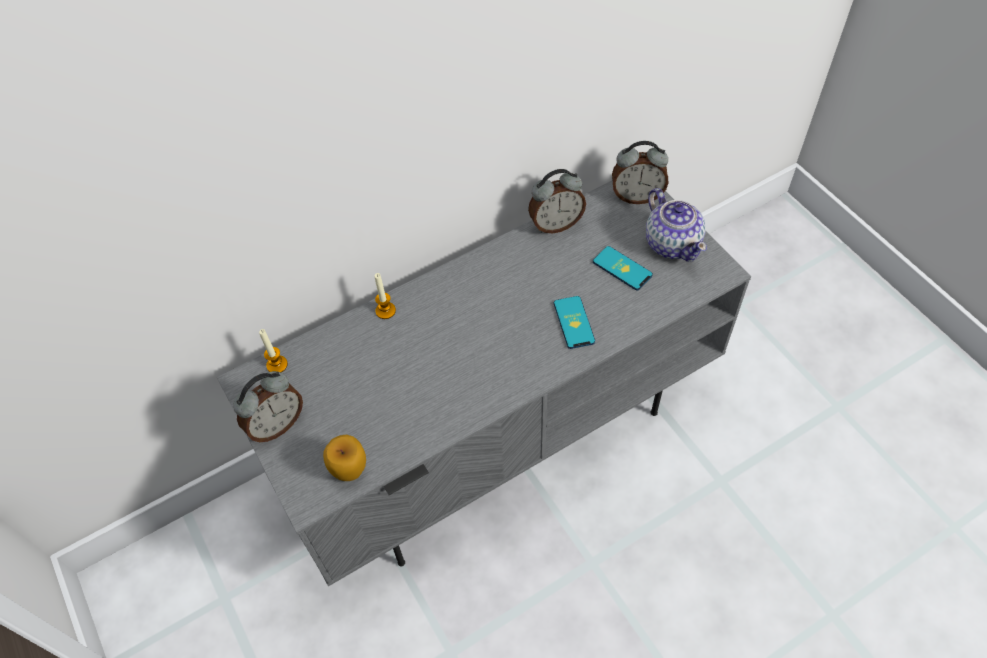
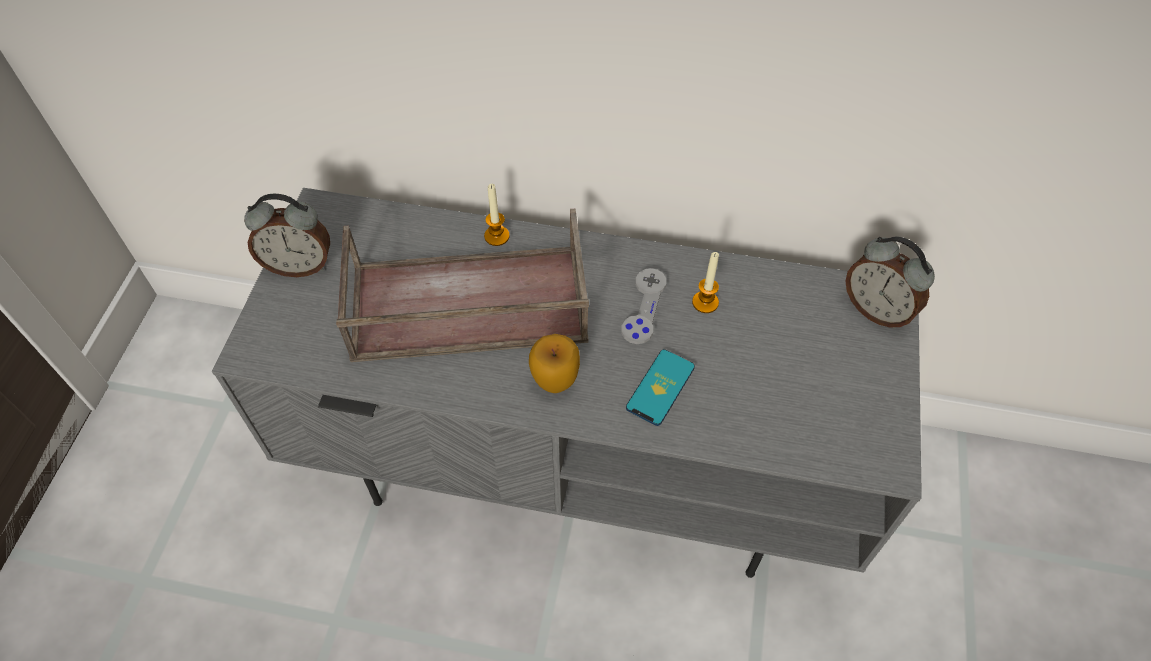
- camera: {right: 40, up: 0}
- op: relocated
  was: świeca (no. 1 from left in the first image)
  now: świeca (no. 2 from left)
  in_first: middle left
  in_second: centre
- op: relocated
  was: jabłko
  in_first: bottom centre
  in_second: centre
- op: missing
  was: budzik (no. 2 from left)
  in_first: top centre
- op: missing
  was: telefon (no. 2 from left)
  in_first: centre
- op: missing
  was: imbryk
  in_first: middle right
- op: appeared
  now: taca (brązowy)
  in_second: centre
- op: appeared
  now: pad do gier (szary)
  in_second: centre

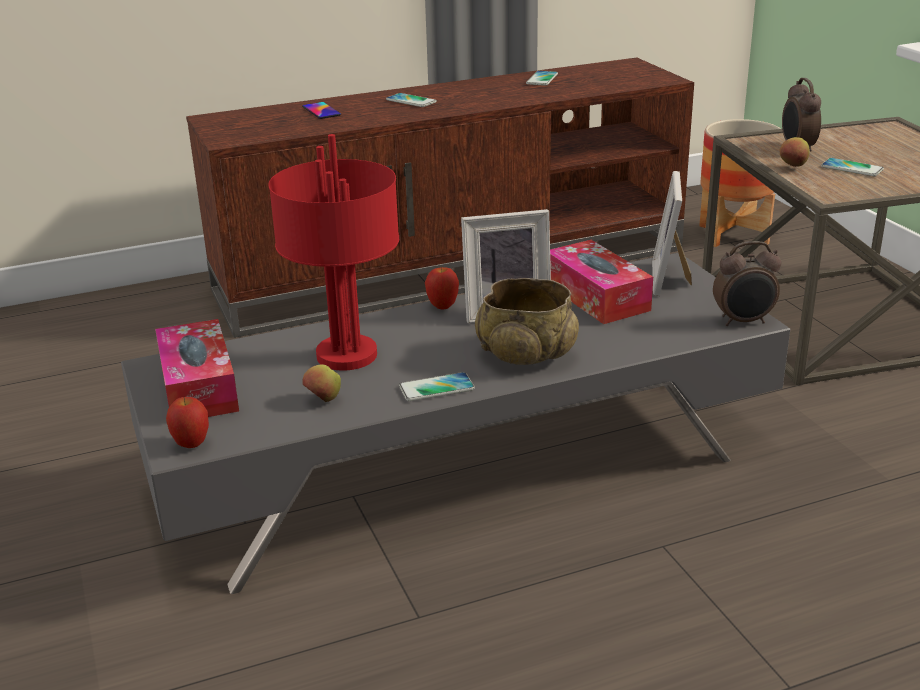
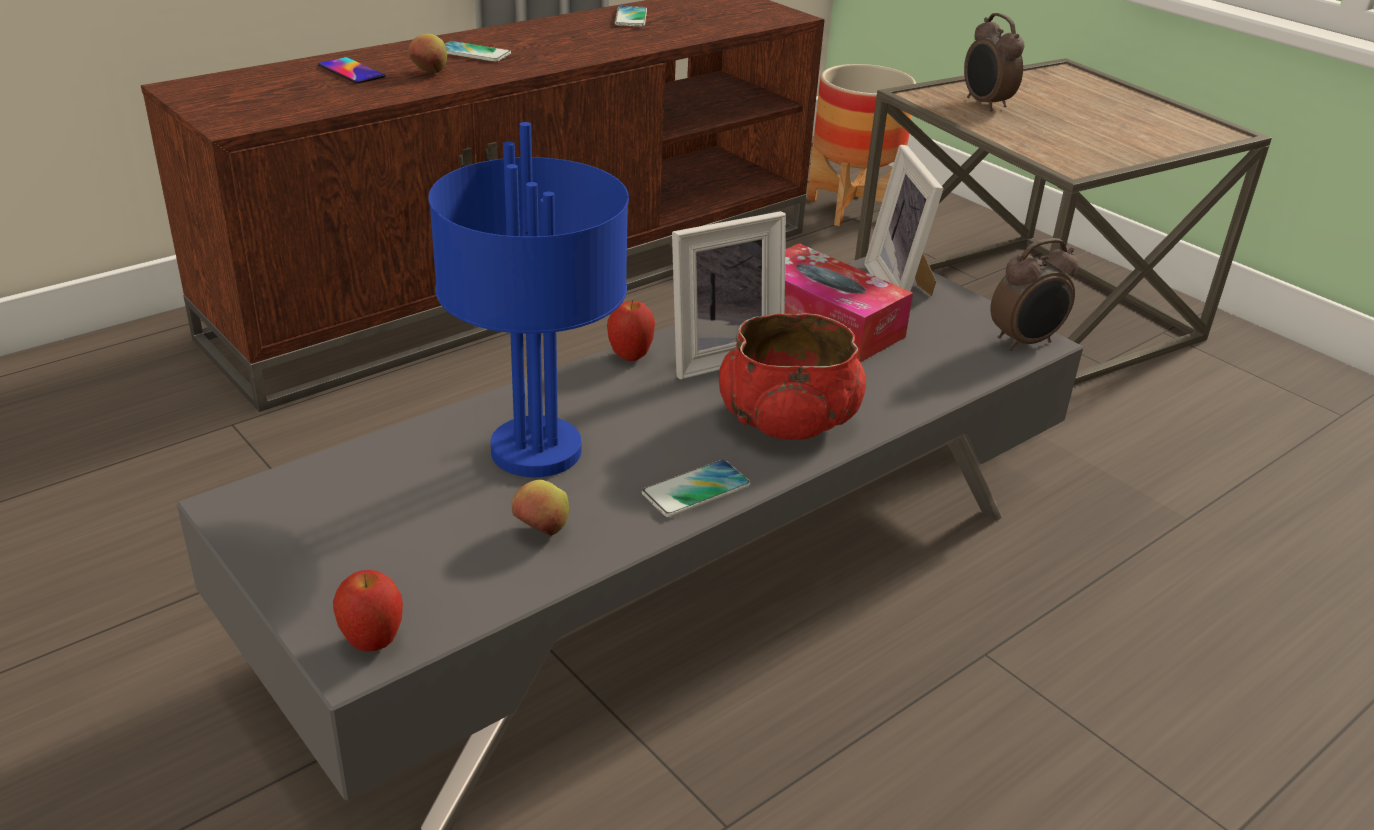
- camera: {right: -20, up: 5}
- op: missing
  was: pudełko chusteczek (no. 1 from left)
  in_first: middle left
- op: colour
  was: lampa stołowa (czerwony)
  now: lampa stołowa (niebieski)
  in_first: centre
  in_second: centre
- op: colour
  was: miska (beżowy)
  now: miska (czerwony)
  in_first: centre
  in_second: centre
- op: relocated
  was: jabłko (no. 4 from left in the first image)
  now: jabłko (no. 2 from left)
  in_first: top right
  in_second: top left
- op: missing
  was: telefon (no. 5 from left)
  in_first: top right

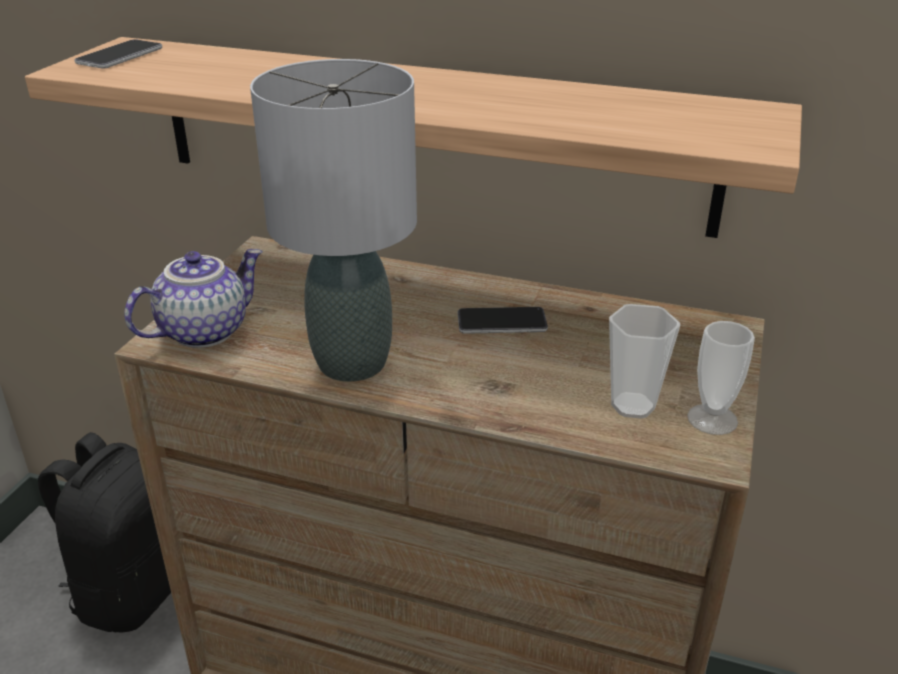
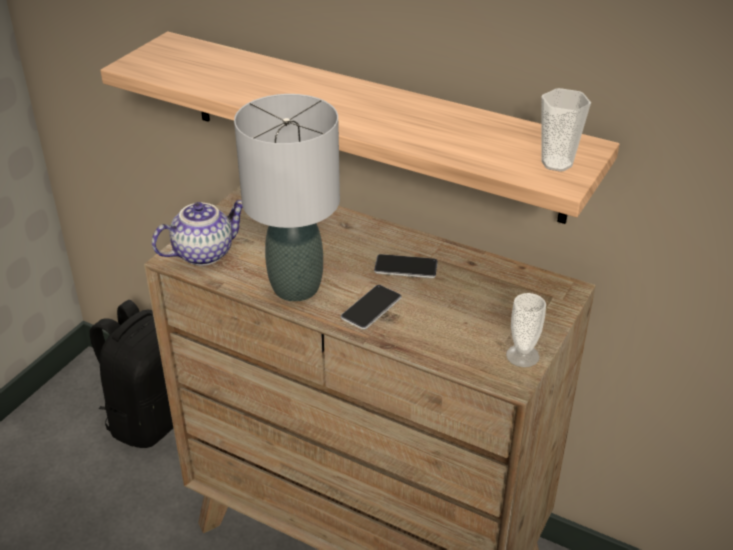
- camera: {right: 10, up: 5}
- op: relocated
  was: telefon (no. 1 from left)
  in_first: top left
  in_second: centre
- op: relocated
  was: filiżanka (no. 1 from left in the first image)
  now: filiżanka (no. 2 from left)
  in_first: middle right
  in_second: top right

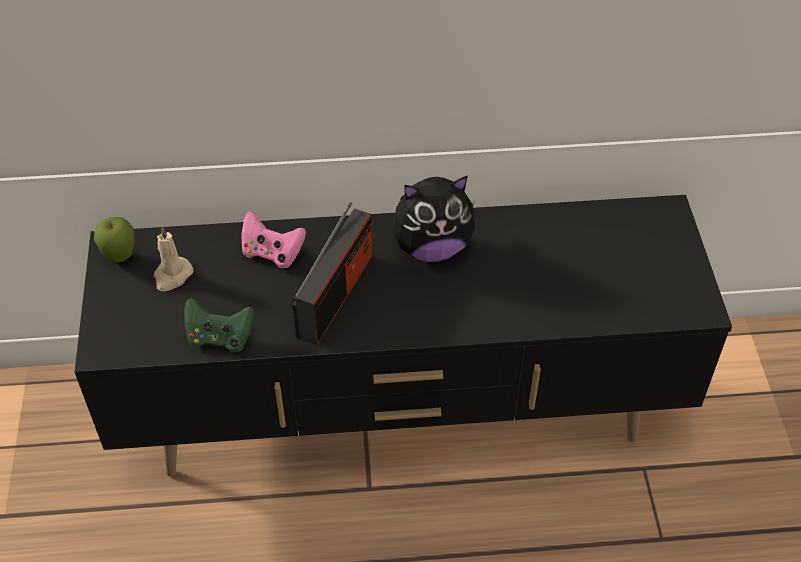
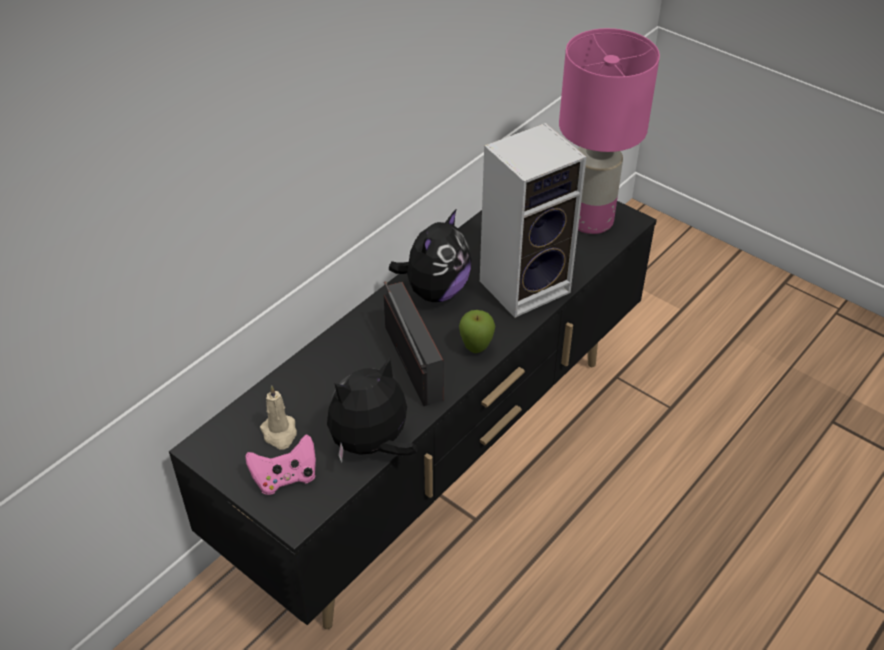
- camera: {right: -45, up: -5}
- op: relocated
  was: jabłko
  in_first: middle left
  in_second: centre
- op: exchanged
  was: pad do gier (zielony)
  now: pluszak (no. 1 from left)
  in_first: middle left
  in_second: centre
- op: relocated
  was: pad do gier (różowy)
  in_first: centre
  in_second: bottom left
- op: appeared
  now: głośnik
  in_second: centre
- op: appeared
  now: lampa stołowa (różowy)
  in_second: top right

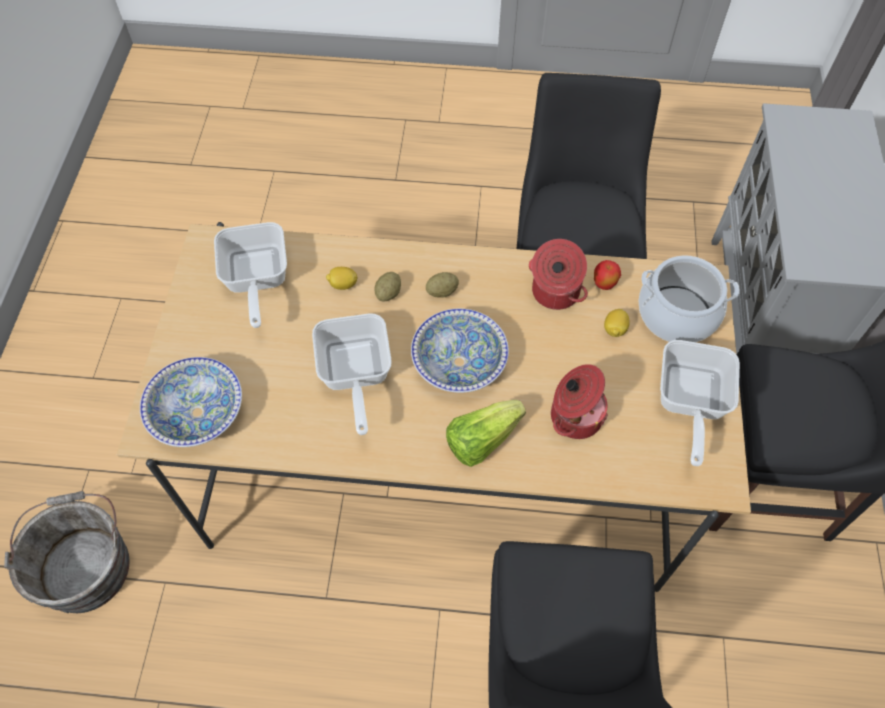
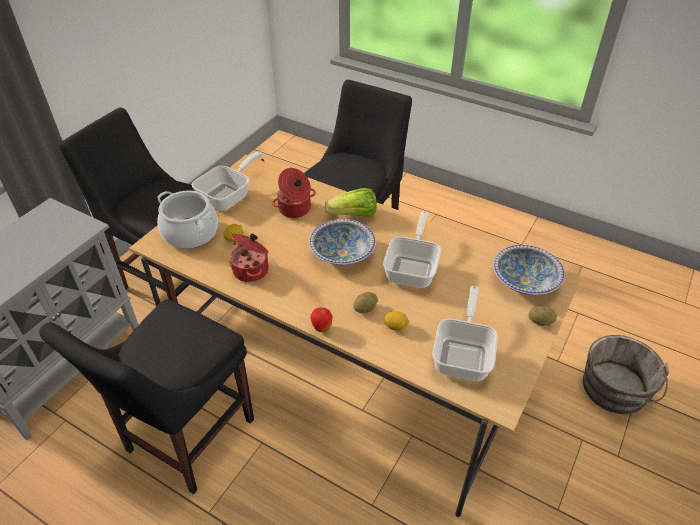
- camera: {right: -155, up: -15}
- op: relocated
  was: ziemniak (no. 2 from left)
  in_first: centre
  in_second: middle right
- op: relocated
  was: jabłko
  in_first: middle right
  in_second: centre

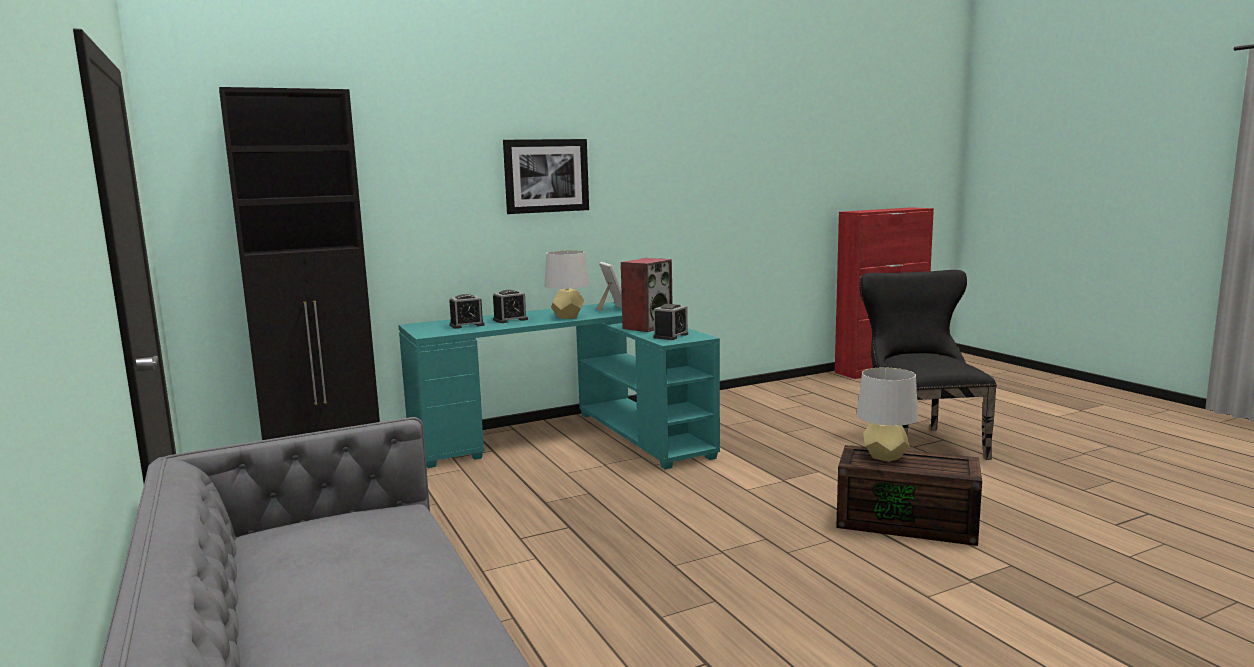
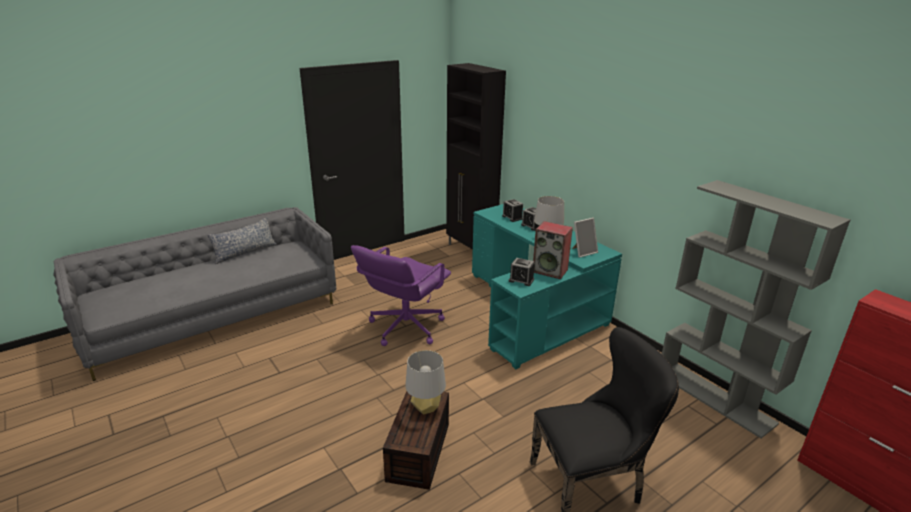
- camera: {right: 80, up: 15}
- op: missing
  was: obraz
  in_first: top centre
- op: appeared
  now: poduszka
  in_second: middle left
- op: appeared
  now: krzesło biurowe (fioletowy)
  in_second: centre
- op: appeared
  now: regał (szary)
  in_second: middle right

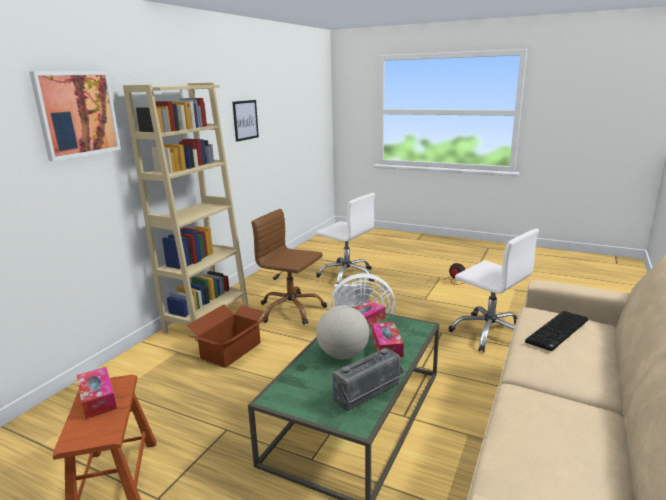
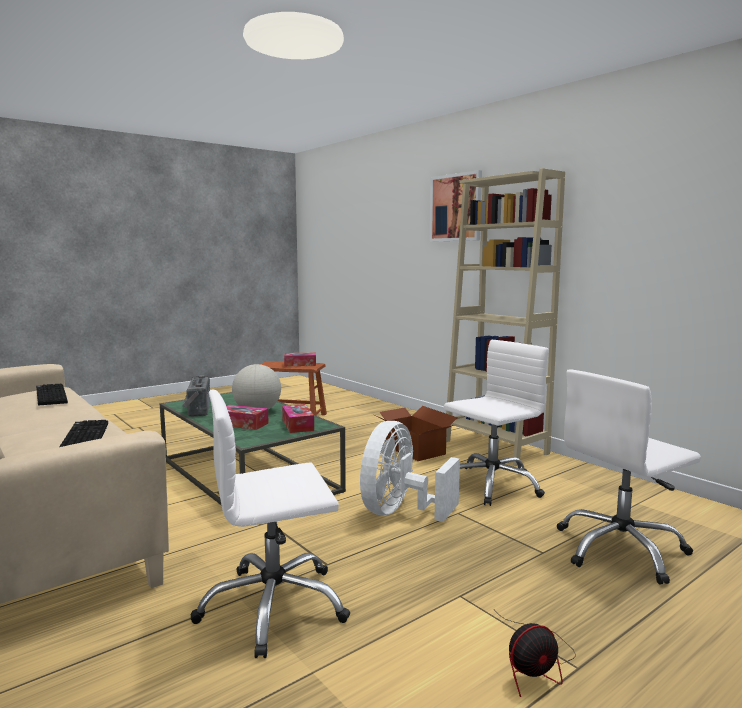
- camera: {right: 115, up: -10}
- op: missing
  was: obraz (no. 2 from left)
  in_first: top centre
- op: colour
  was: krzesło biurowe (brązowy)
  now: krzesło biurowe (biały) (no. 2 from left)
  in_first: centre
  in_second: middle right
- op: appeared
  now: klawiatura (no. 1 from left)
  in_second: middle left

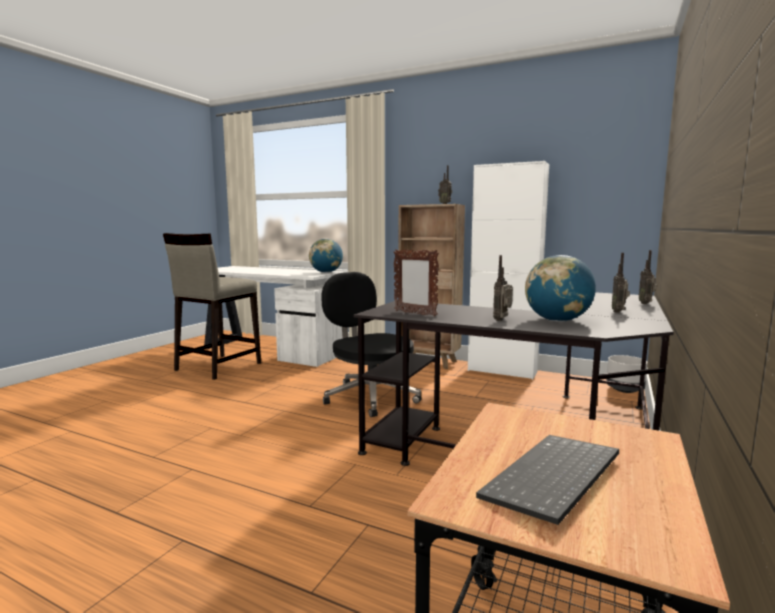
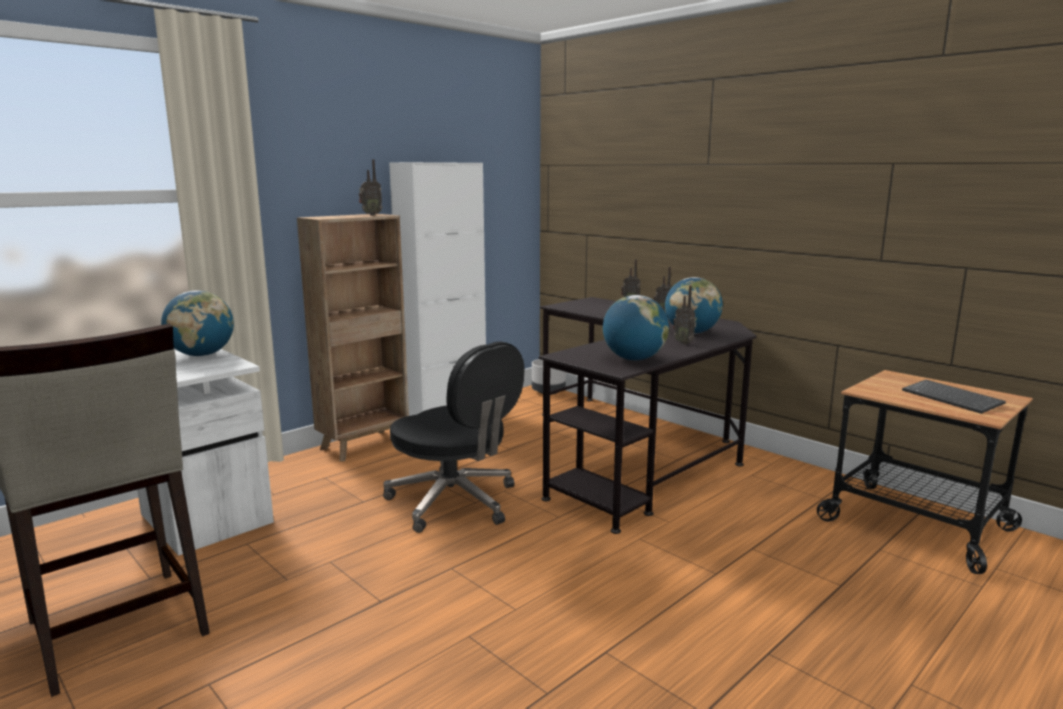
- camera: {right: -70, up: 5}
- op: spun
  was: krzesło biurowe (czarny)
  in_first: centre
  in_second: centre
  clockwise: -120
- op: exchanged
  was: ramka na zdjęcie
  now: globus (no. 2 from left)
  in_first: centre
  in_second: centre

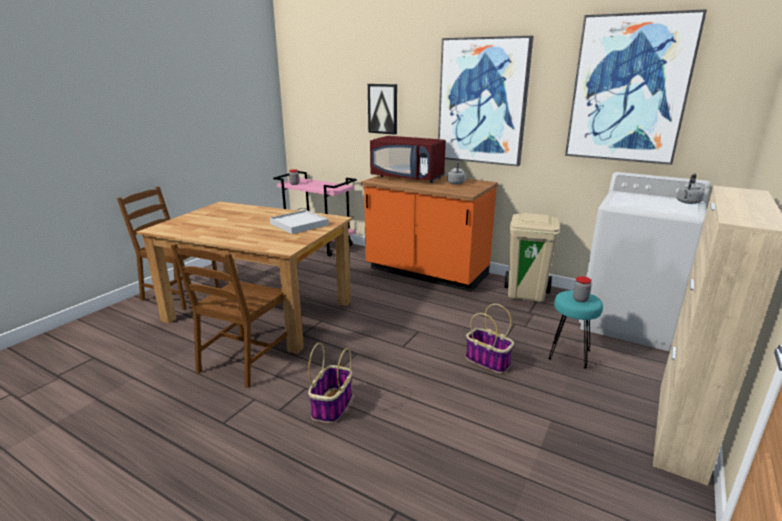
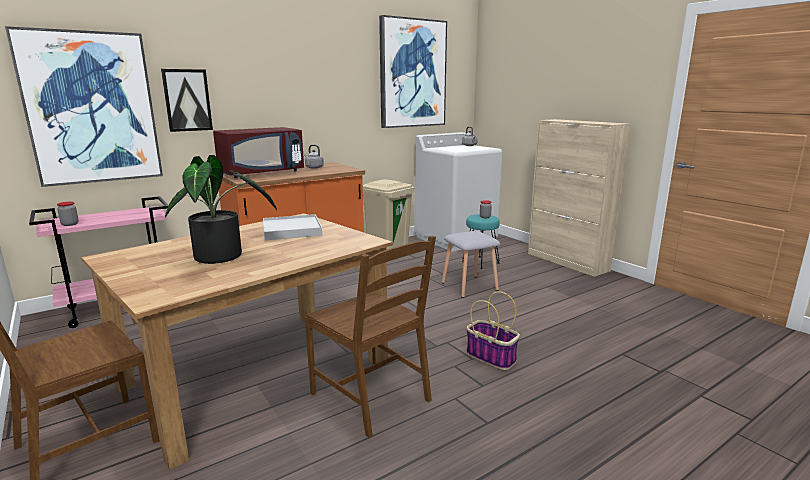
- camera: {right: -65, up: -5}
- op: relocated
  was: obraz (no. 2 from left in the first image)
  now: obraz (no. 1 from left)
  in_first: top centre
  in_second: top left
- op: exchanged
  was: koszyk (no. 2 from left)
  now: stołek (szary)
  in_first: centre
  in_second: centre
- op: appeared
  now: roślina doniczkowa
  in_second: middle left

